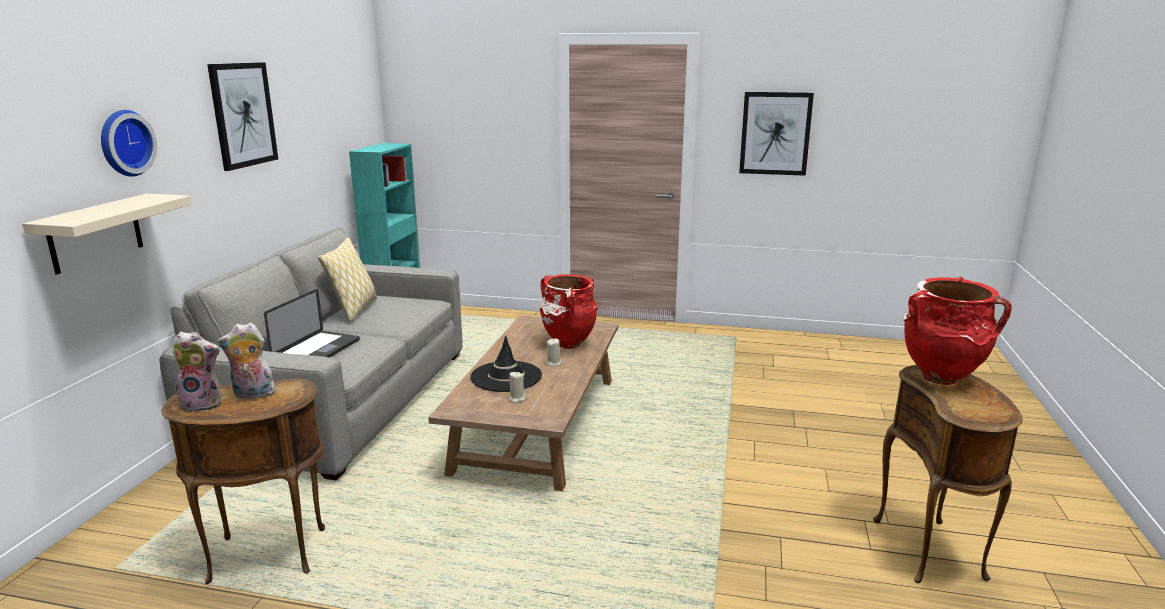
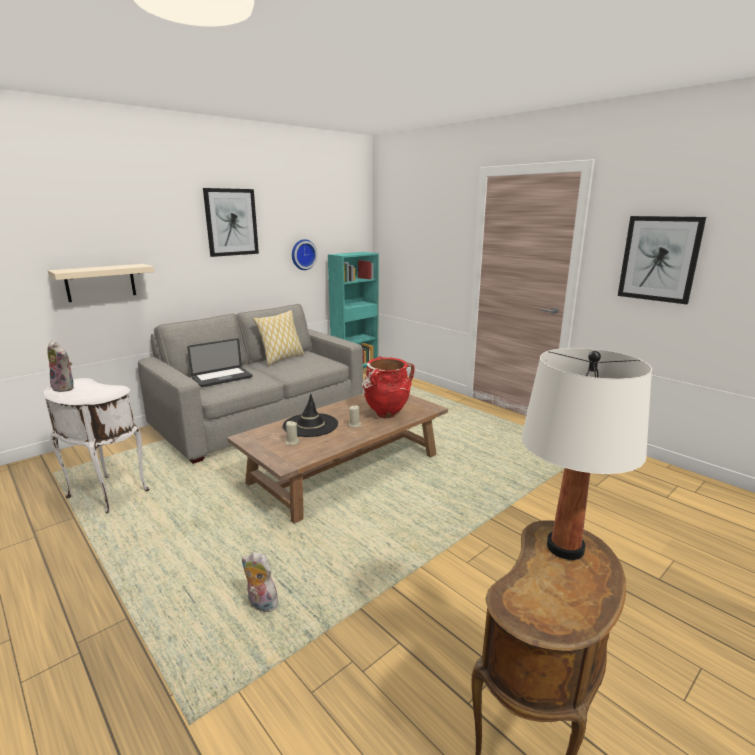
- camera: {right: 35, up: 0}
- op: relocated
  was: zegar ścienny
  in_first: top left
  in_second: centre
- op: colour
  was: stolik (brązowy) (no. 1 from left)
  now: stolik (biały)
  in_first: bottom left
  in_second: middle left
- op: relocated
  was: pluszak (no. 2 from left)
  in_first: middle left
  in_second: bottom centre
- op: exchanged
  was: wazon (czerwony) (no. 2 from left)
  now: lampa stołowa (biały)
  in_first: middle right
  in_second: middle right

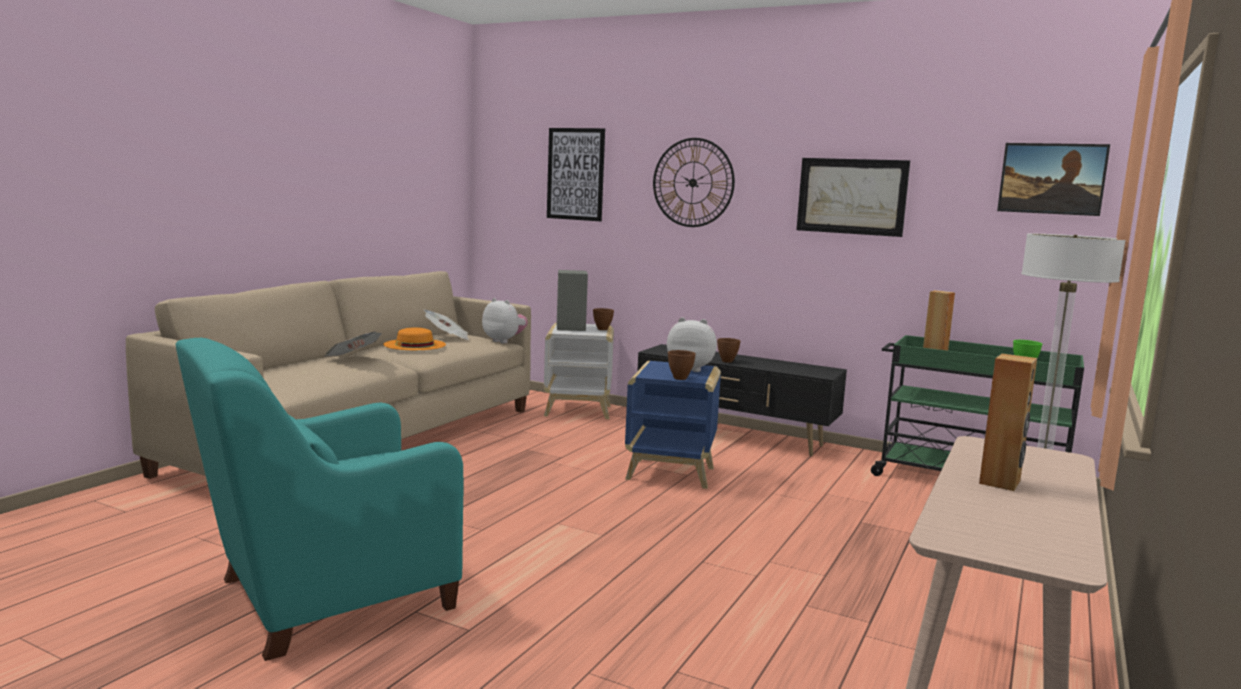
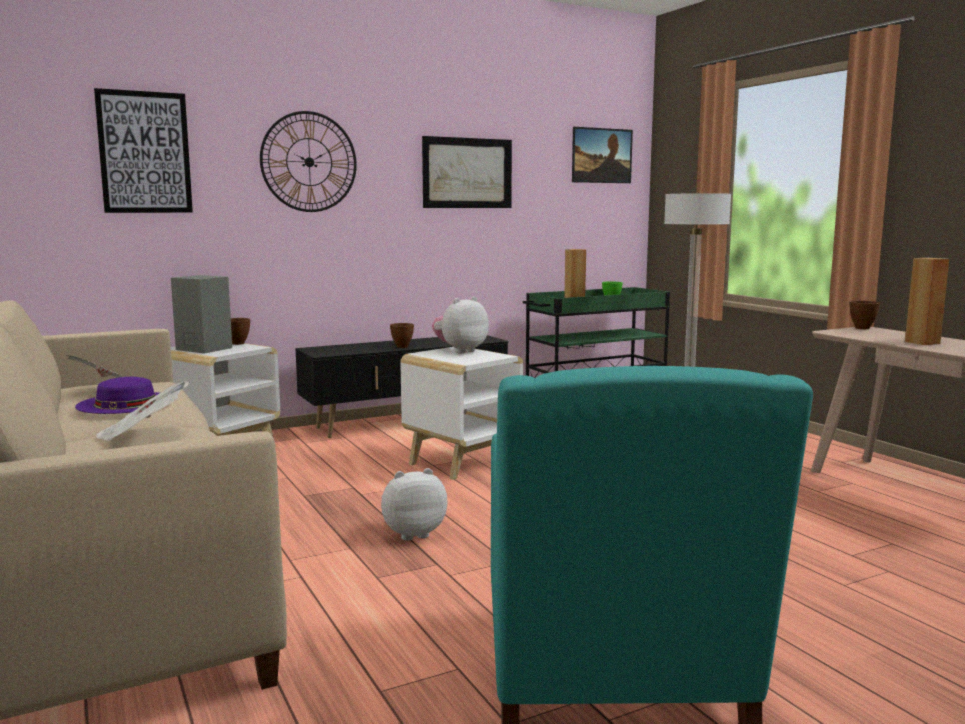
- camera: {right: -55, up: 0}
- op: colour
  was: kapelusz (pomarańczowy)
  now: kapelusz (fioletowy)
  in_first: centre
  in_second: middle left
- op: relocated
  was: pluszak (no. 1 from left)
  in_first: centre
  in_second: bottom centre
- op: colour
  was: stolik (niebieski)
  now: stolik (biały) (no. 2 from left)
  in_first: centre
  in_second: centre
- op: relocated
  was: miska (brązowy) (no. 2 from left in the first image)
  now: miska (brązowy) (no. 3 from left)
  in_first: centre
  in_second: middle right

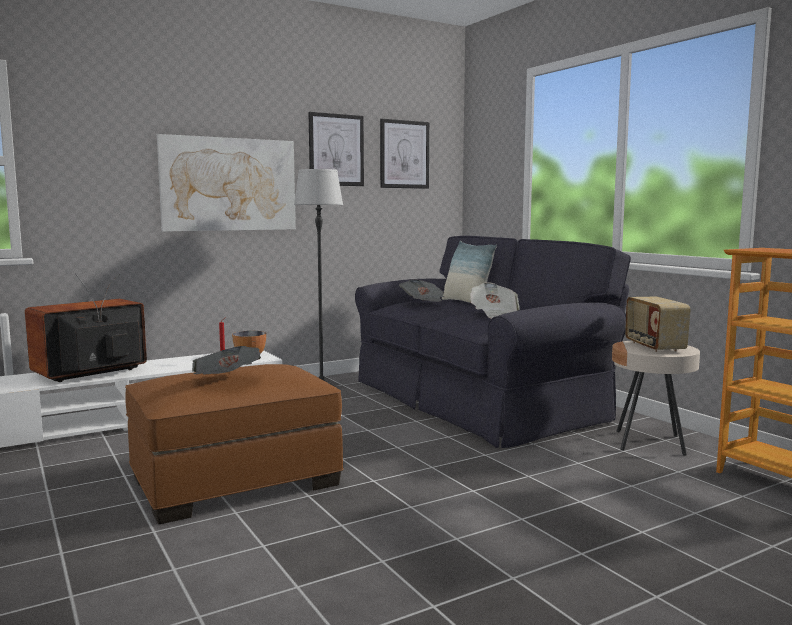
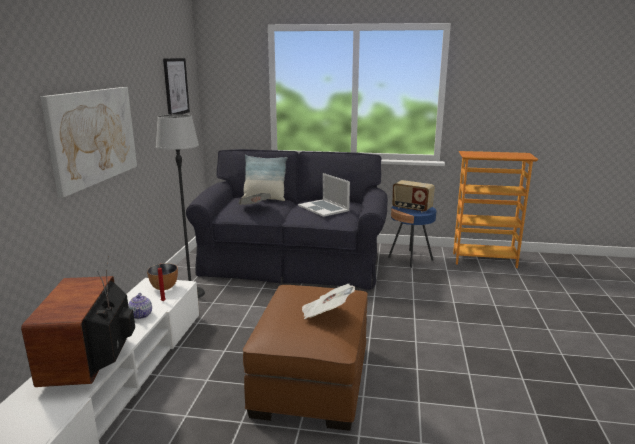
- camera: {right: -50, up: 10}
- op: missing
  was: obraz (no. 2 from left)
  in_first: top centre
- op: exchanged
  was: gazeta (no. 3 from left)
  now: laptop
  in_first: centre
  in_second: centre
- op: colour
  was: stolik (beżowy)
  now: stolik (niebieski)
  in_first: middle right
  in_second: centre
- op: appeared
  now: imbryk
  in_second: bottom left

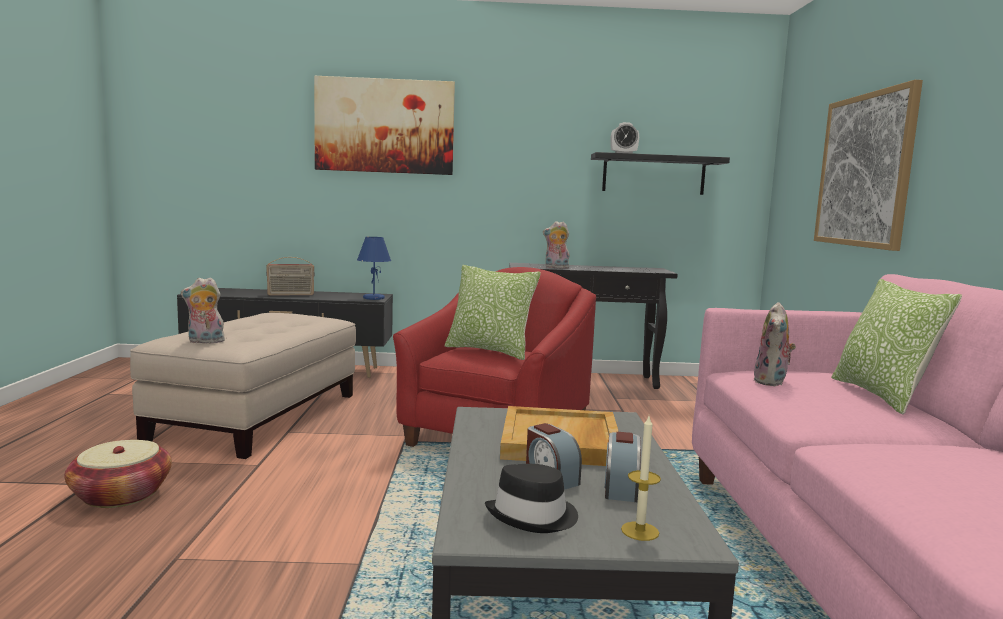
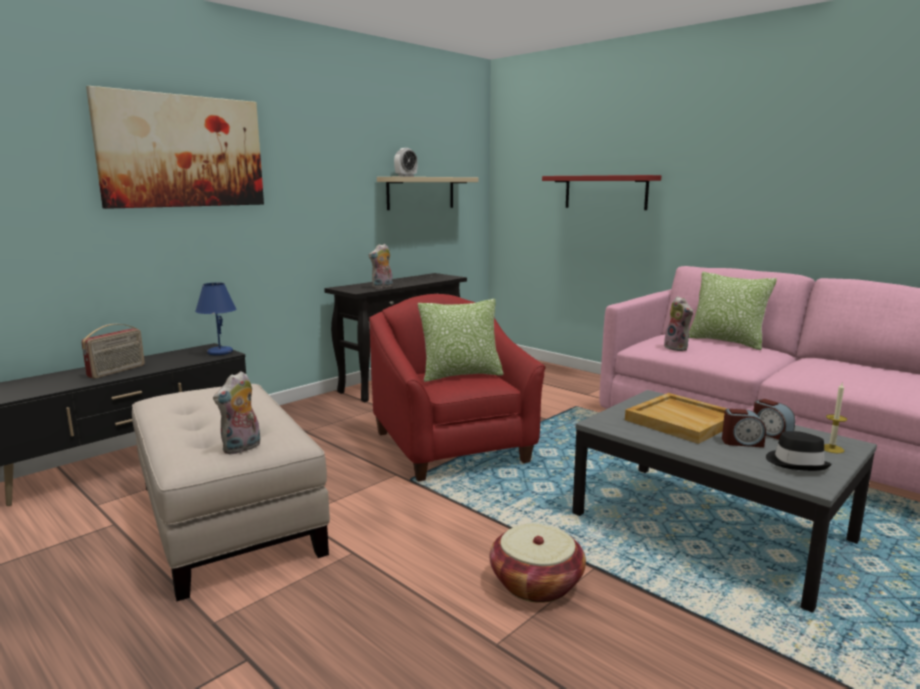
- camera: {right: -45, up: 5}
- op: relocated
  was: koszyk
  in_first: bottom left
  in_second: bottom centre
- op: colour
  was: półka (czarny)
  now: półka (beżowy)
  in_first: top centre
  in_second: top centre
- op: exchanged
  was: obraz (no. 2 from left)
  now: półka (czerwony)
  in_first: top right
  in_second: top centre

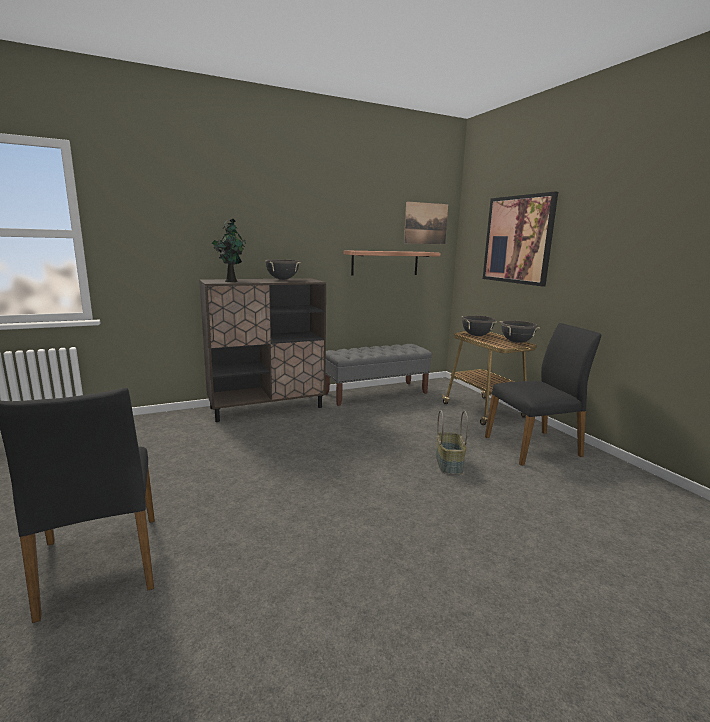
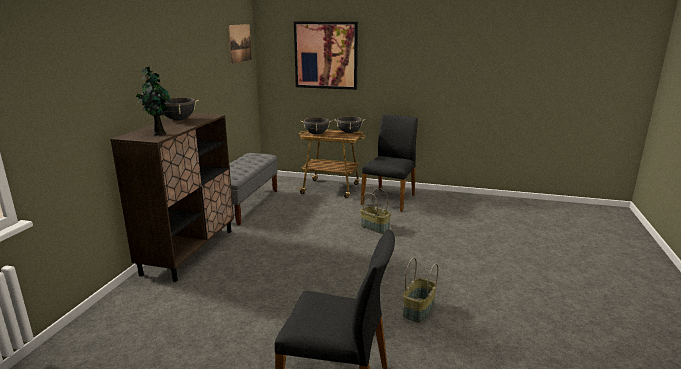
- camera: {right: -50, up: 5}
- op: missing
  was: półka
  in_first: centre
- op: appeared
  now: koszyk (no. 2 from left)
  in_second: bottom centre

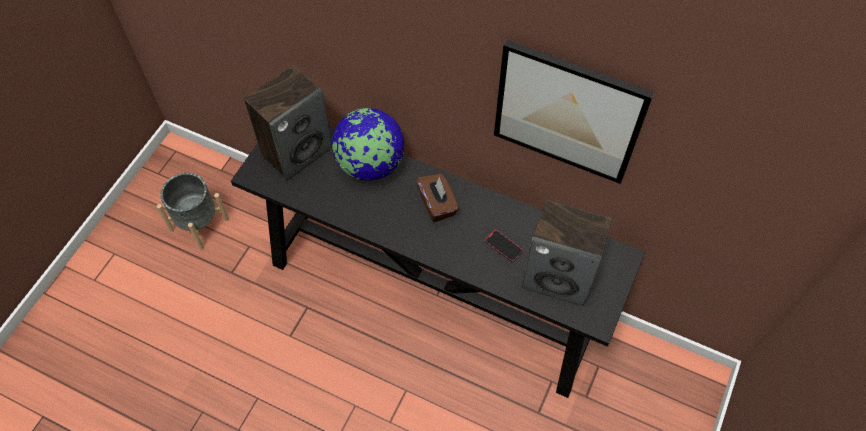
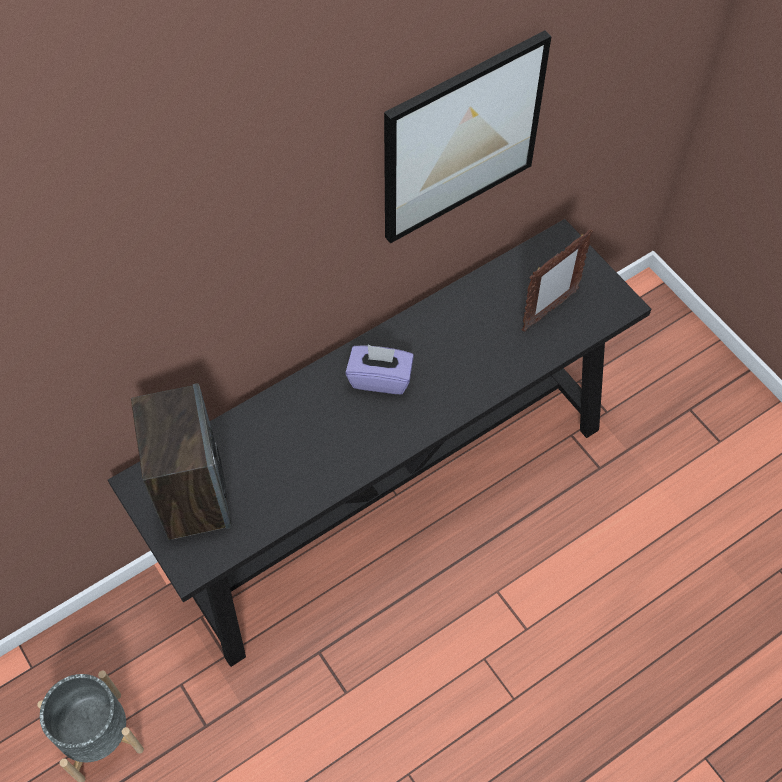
- camera: {right: -60, up: 0}
- op: missing
  was: globus
  in_first: centre
- op: colour
  was: pudełko chusteczek (brązowy)
  now: pudełko chusteczek (fioletowy)
  in_first: centre
  in_second: centre
- op: missing
  was: telefon
  in_first: centre
- op: exchanged
  was: głośnik (no. 2 from left)
  now: ramka na zdjęcie
  in_first: centre
  in_second: middle right

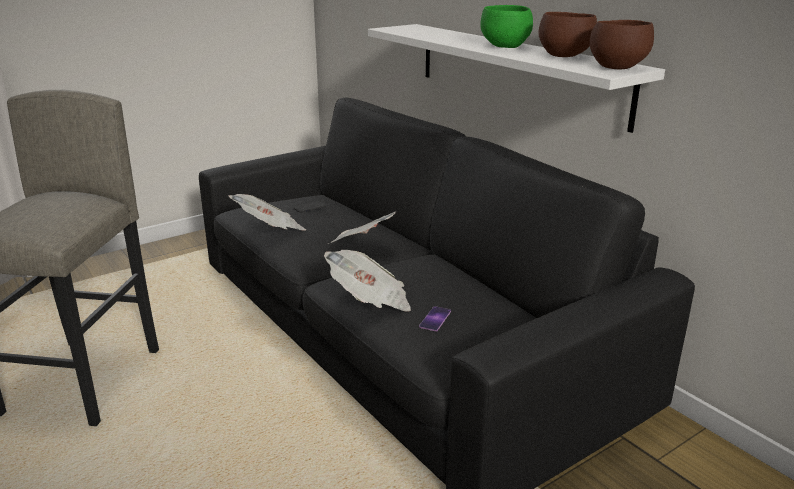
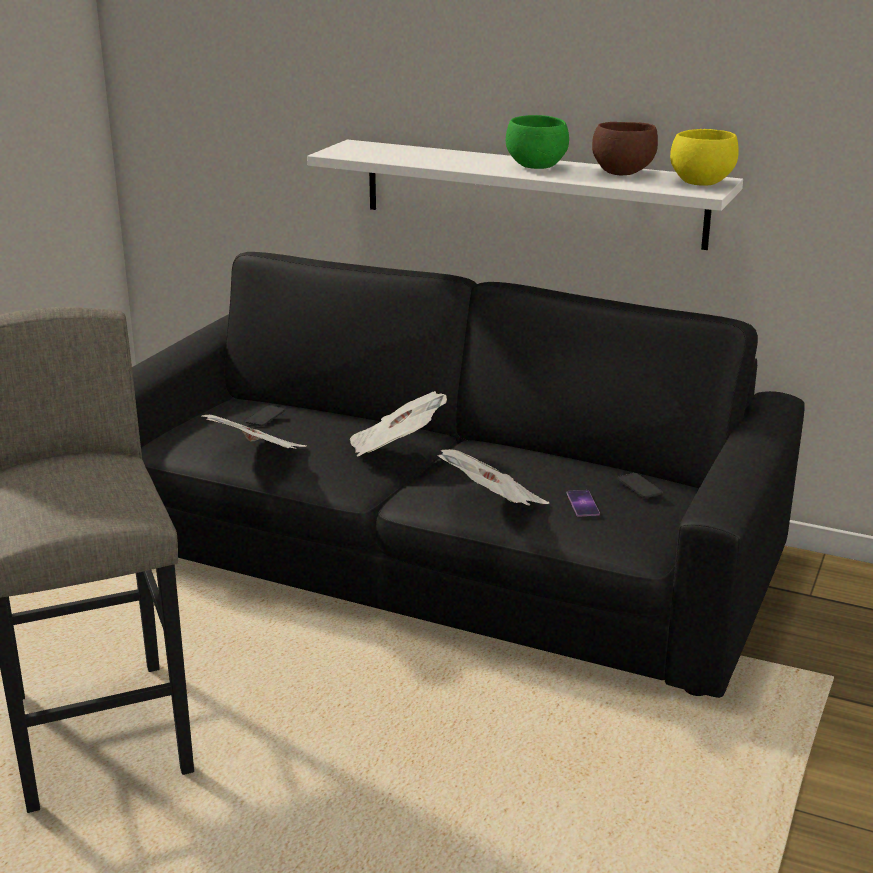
- camera: {right: -30, up: 0}
- op: colour
  was: miska (brązowy) (no. 2 from left)
  now: miska (żółty)
  in_first: top right
  in_second: top right
- op: appeared
  now: telefon (no. 3 from left)
  in_second: middle right

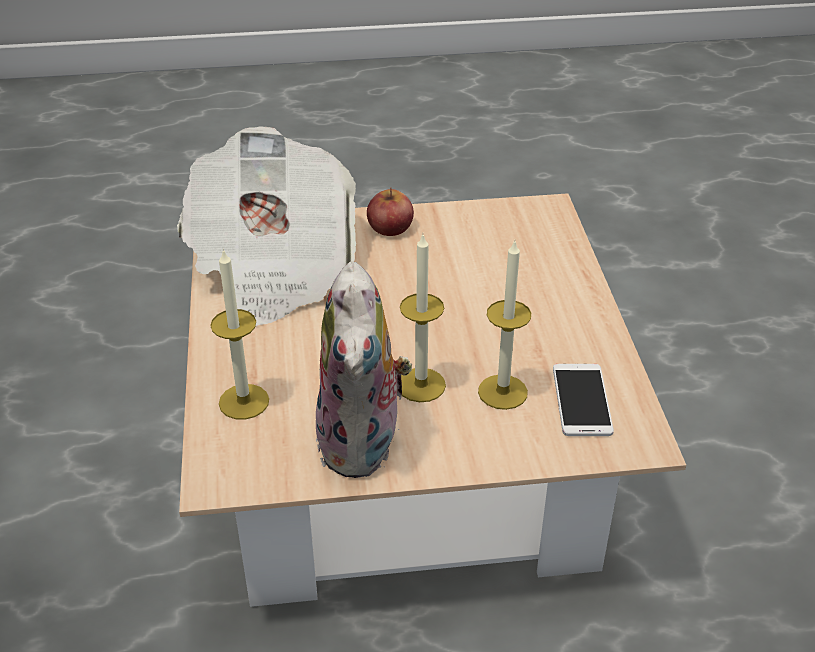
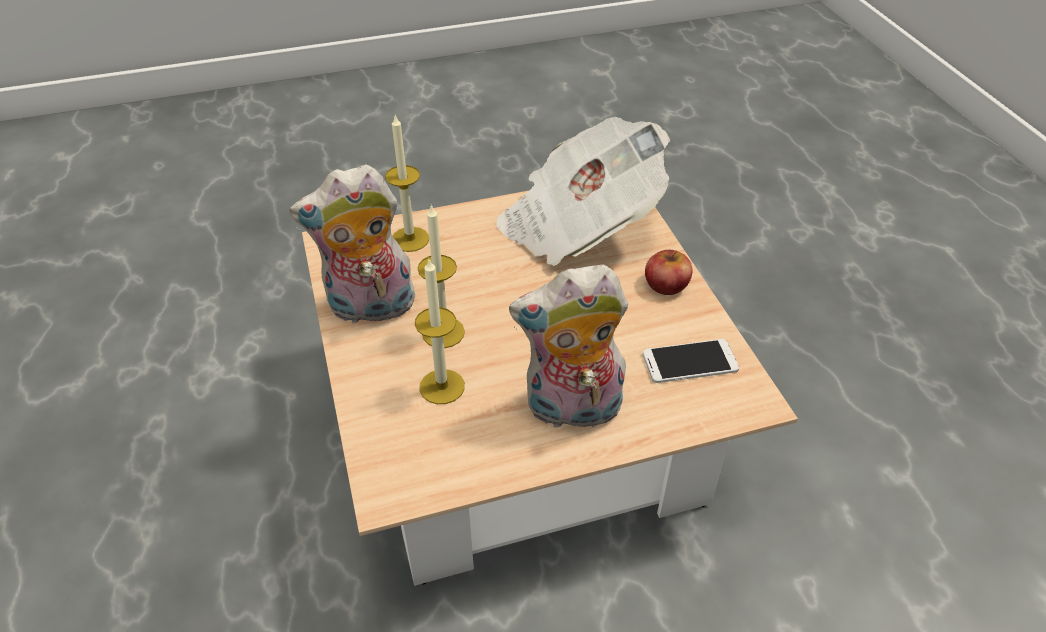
- camera: {right: 80, up: 5}
- op: relocated
  was: telefon
  in_first: middle right
  in_second: centre
- op: appeared
  now: pluszak (no. 2 from left)
  in_second: centre

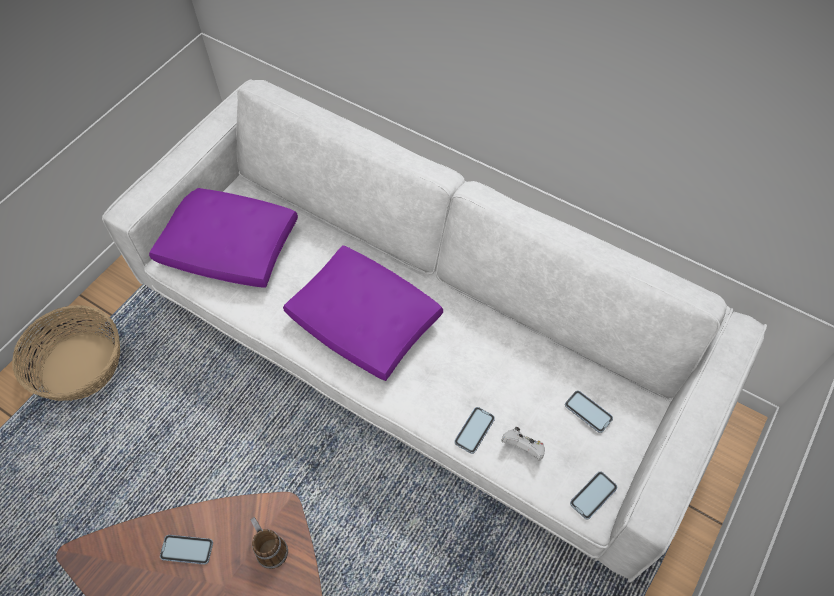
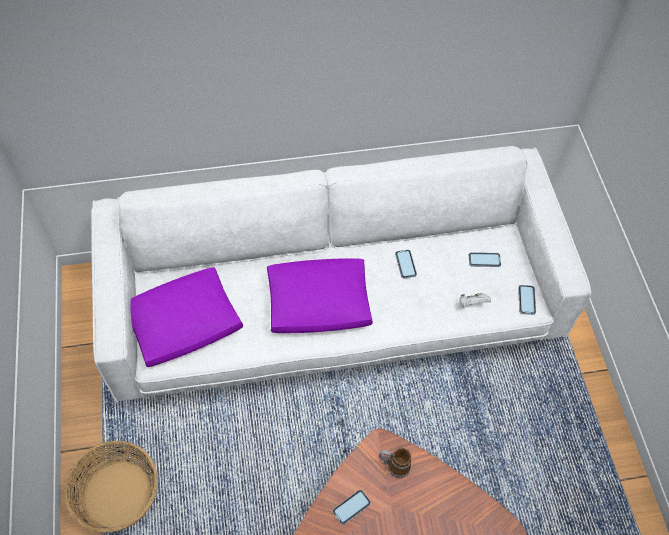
- camera: {right: -45, up: 0}
- op: relocated
  was: telefon (no. 2 from left)
  in_first: bottom centre
  in_second: centre

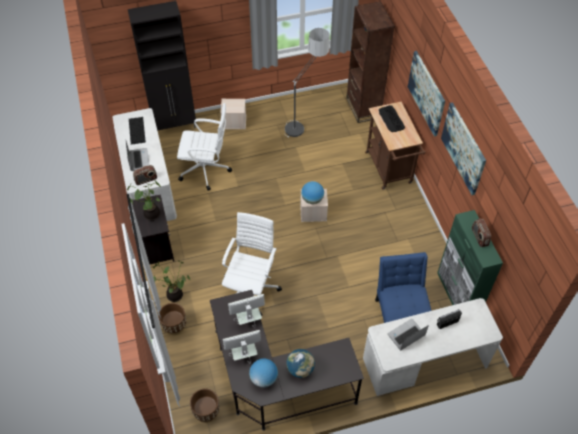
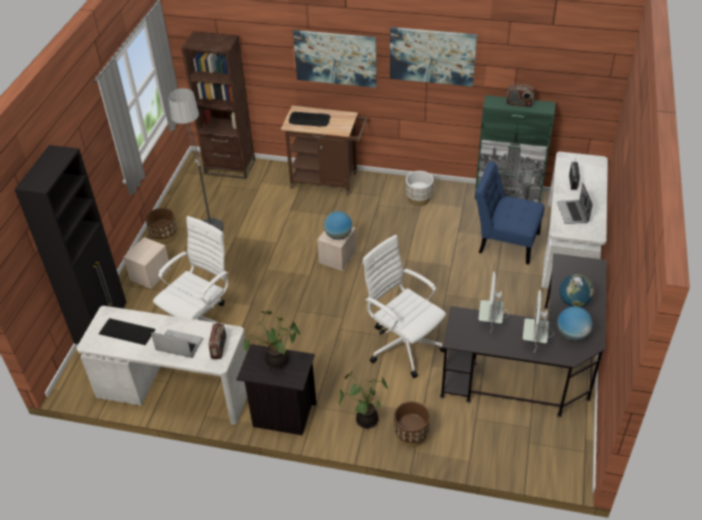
- camera: {right: -60, up: -10}
- op: relocated
  was: donica (brązowy) (no. 2 from left in the first image)
  now: donica (brązowy) (no. 1 from left)
  in_first: bottom centre
  in_second: middle left
- op: appeared
  now: donica (biały)
  in_second: centre

